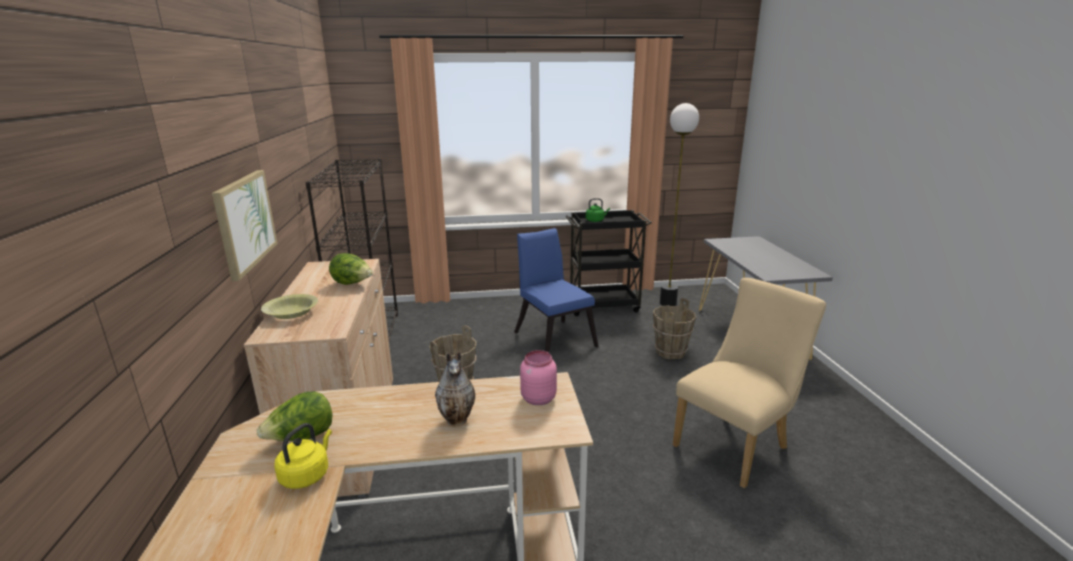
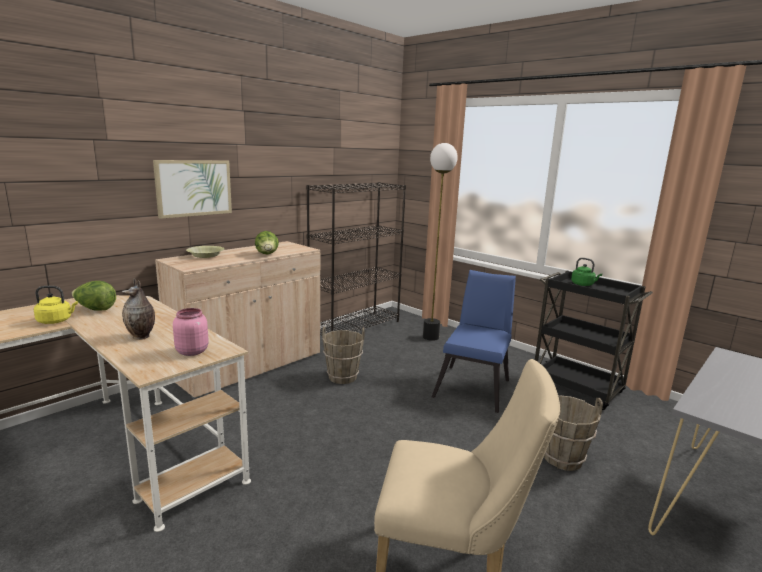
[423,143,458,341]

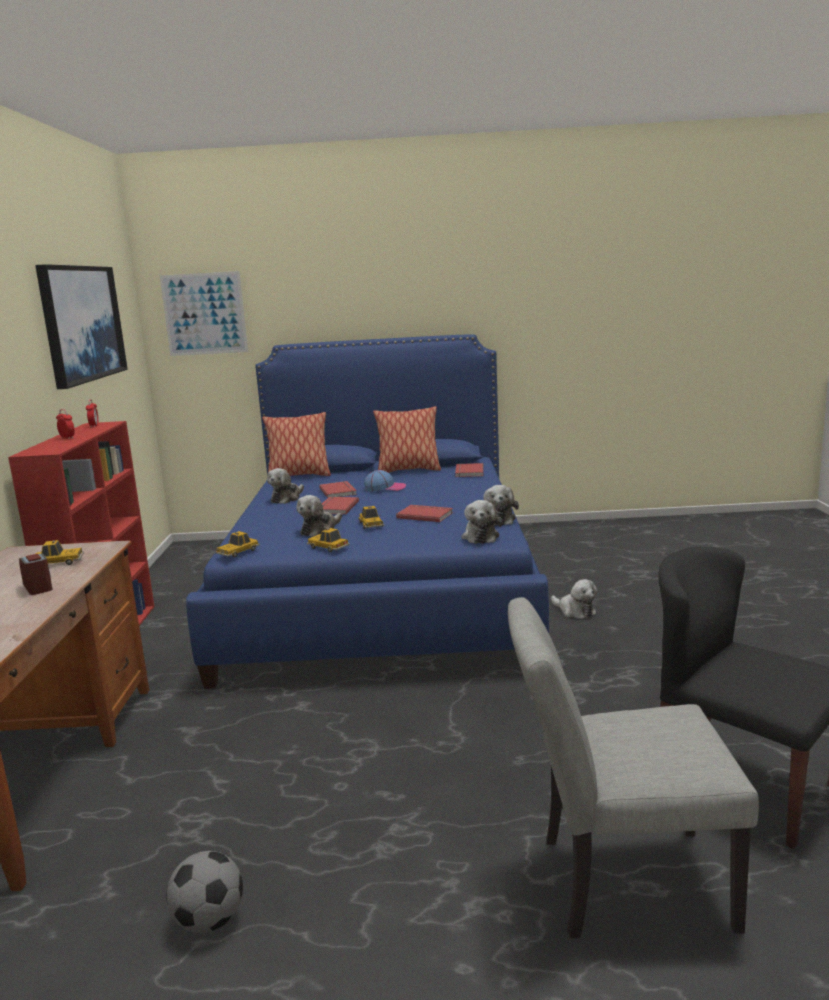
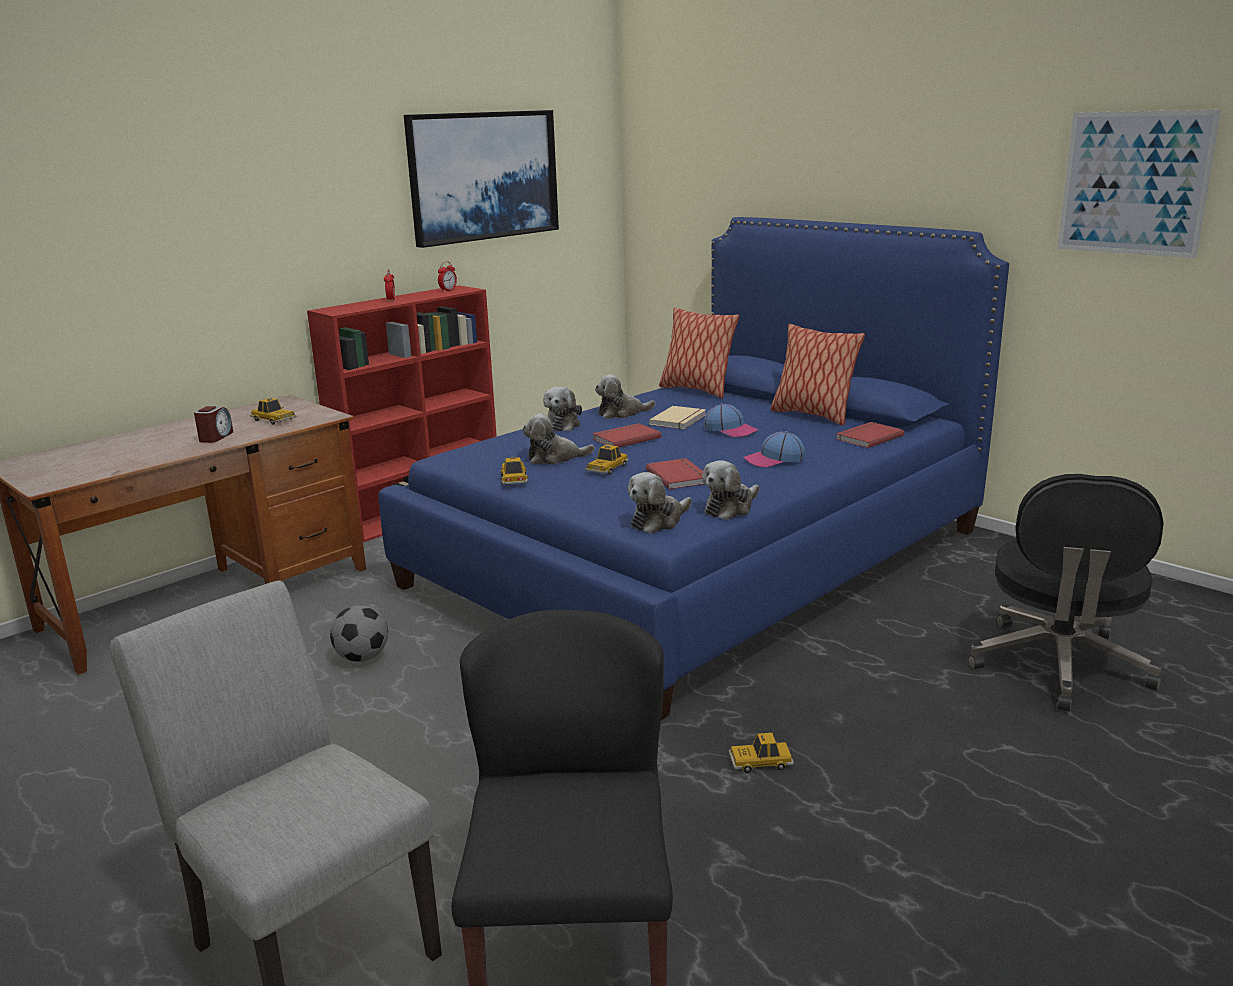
[1057,110,1221,258]
[330,605,388,662]
[729,733,794,773]
[649,406,706,429]
[543,386,582,431]
[743,431,806,468]
[968,474,1164,712]

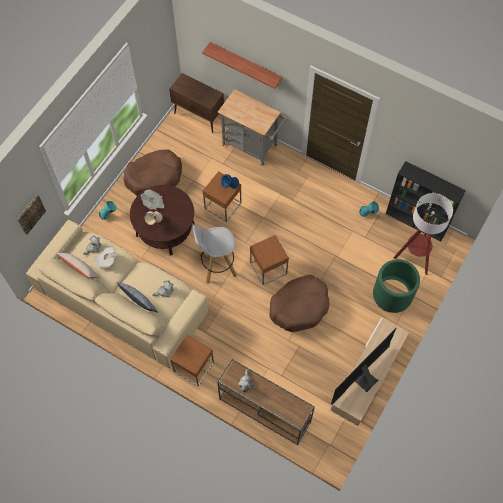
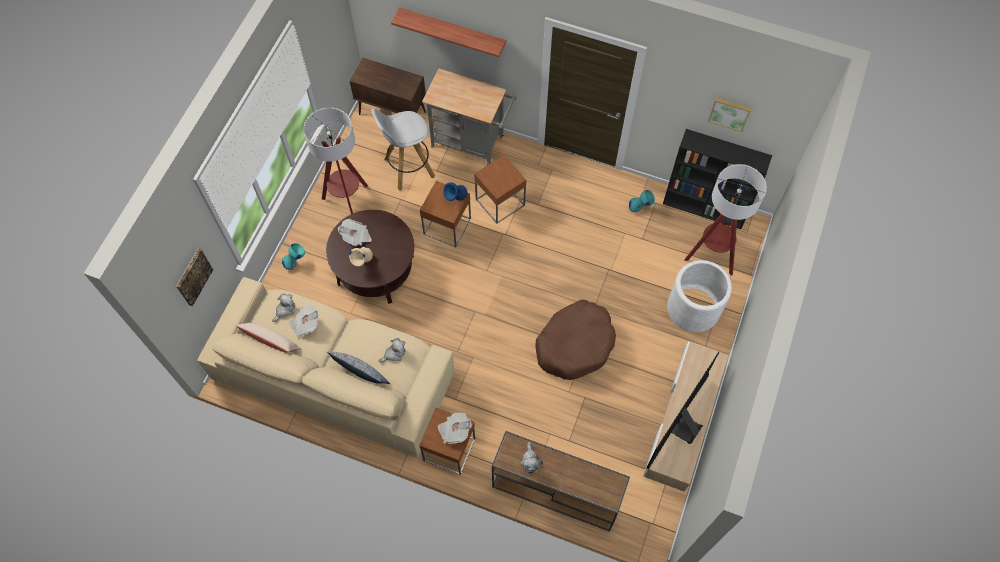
[303,107,368,214]
[371,109,435,191]
[474,155,526,224]
[667,260,732,332]
[437,413,472,444]
[708,97,751,132]

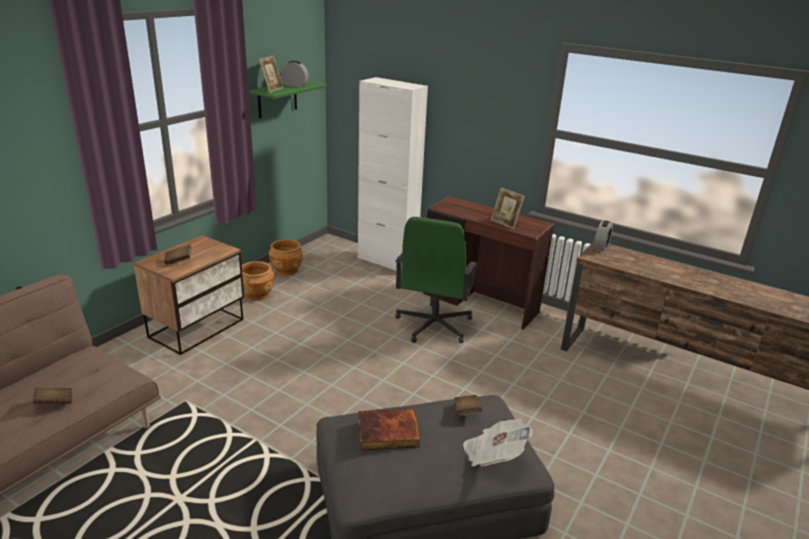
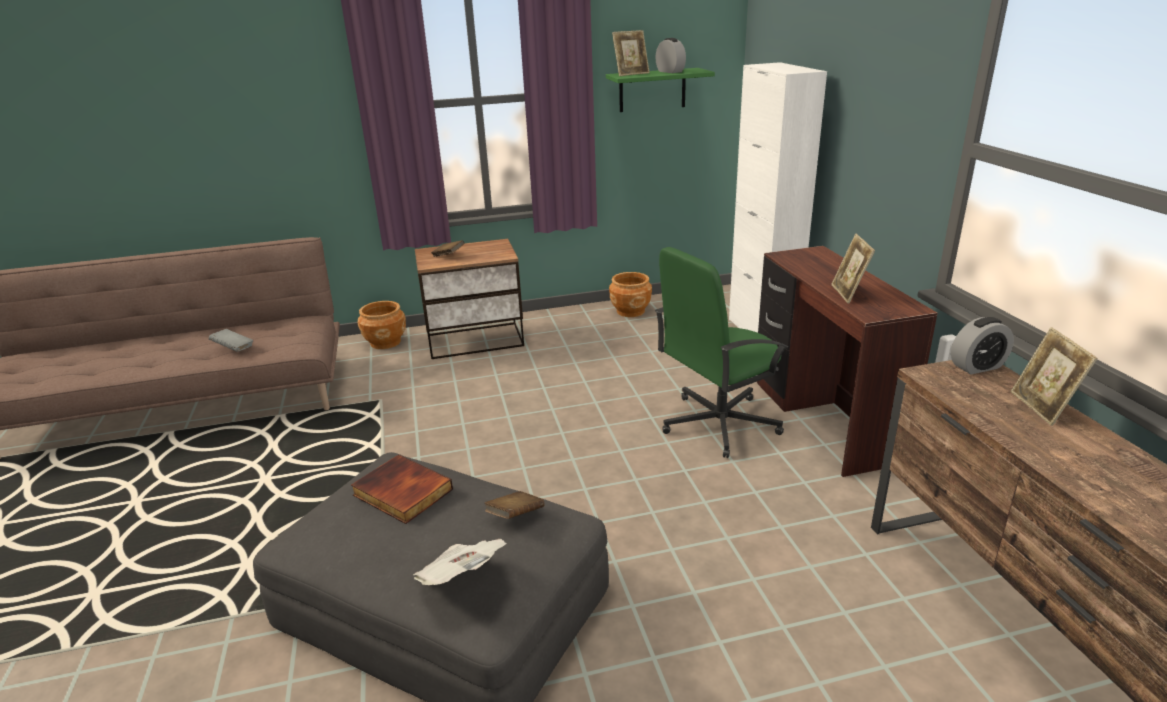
[209,329,253,352]
[358,301,406,349]
[1011,327,1098,426]

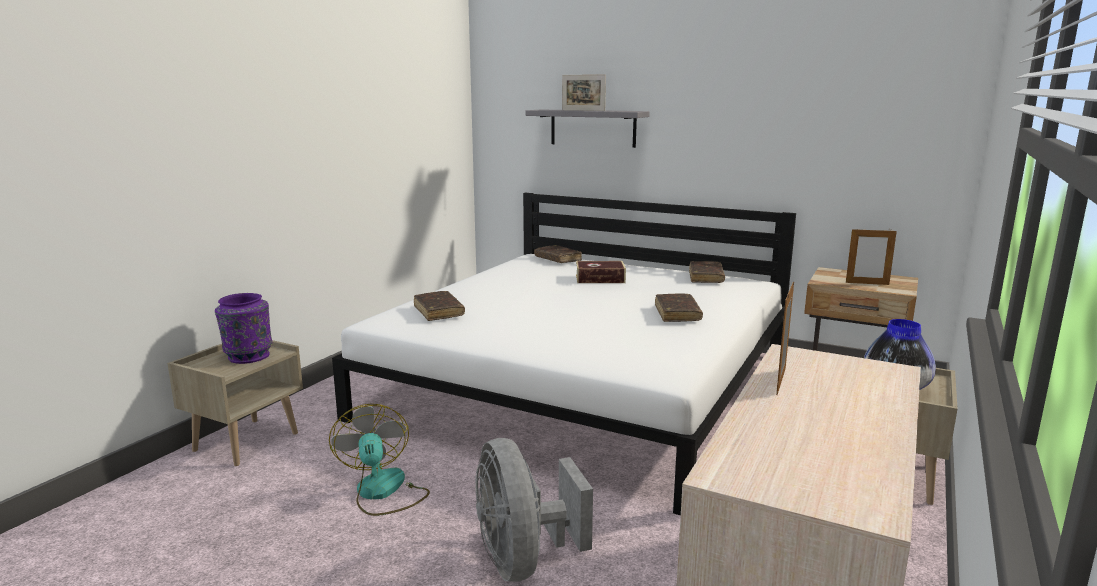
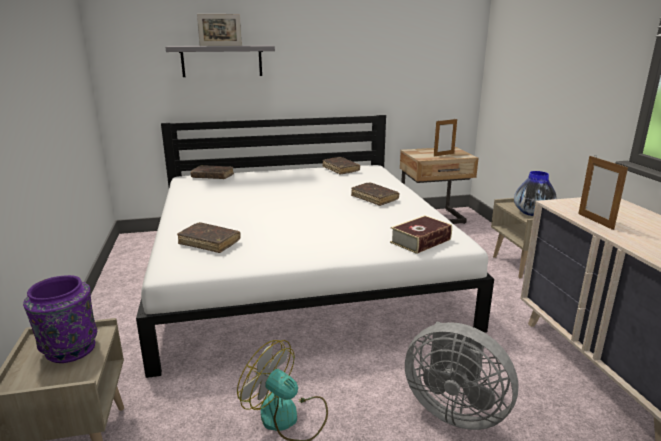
[390,215,452,254]

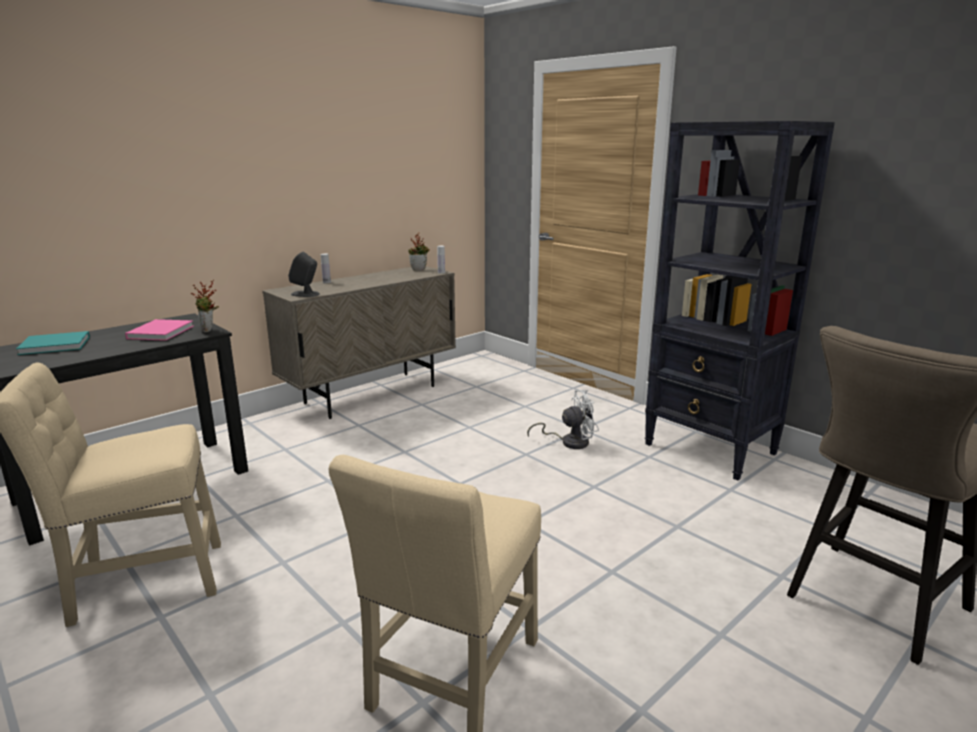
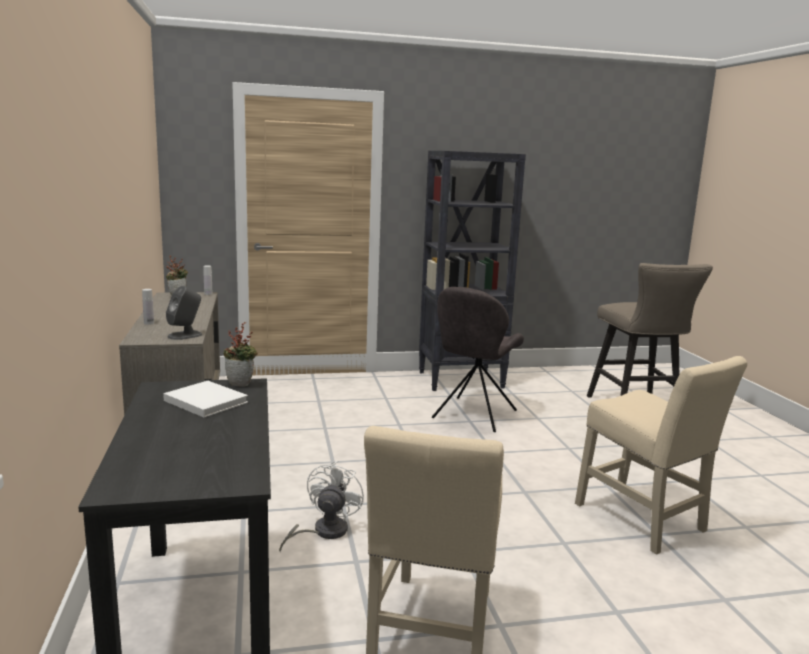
[16,331,90,355] (first image)
[163,381,248,417]
[279,461,364,552]
[432,287,524,432]

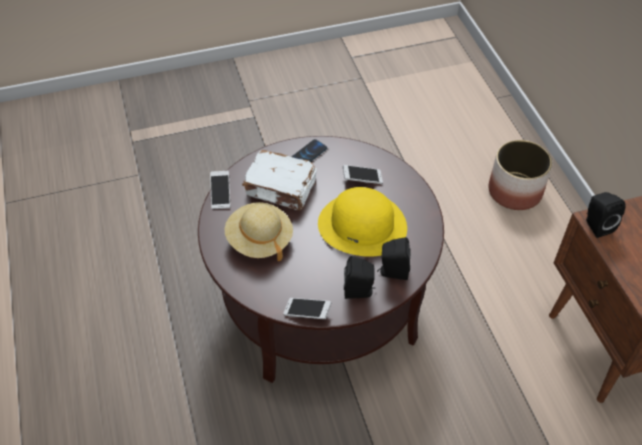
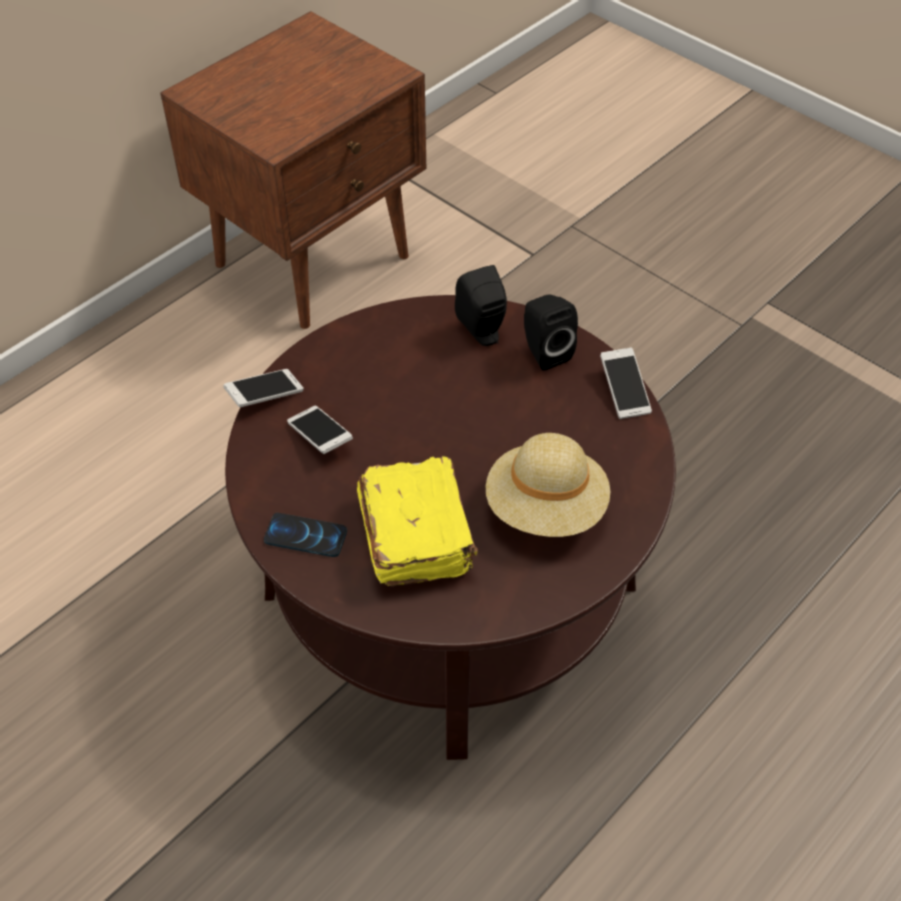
[223,369,304,407]
[357,456,478,586]
[318,187,407,257] (first image)
[489,140,552,210] (first image)
[586,192,626,238] (first image)

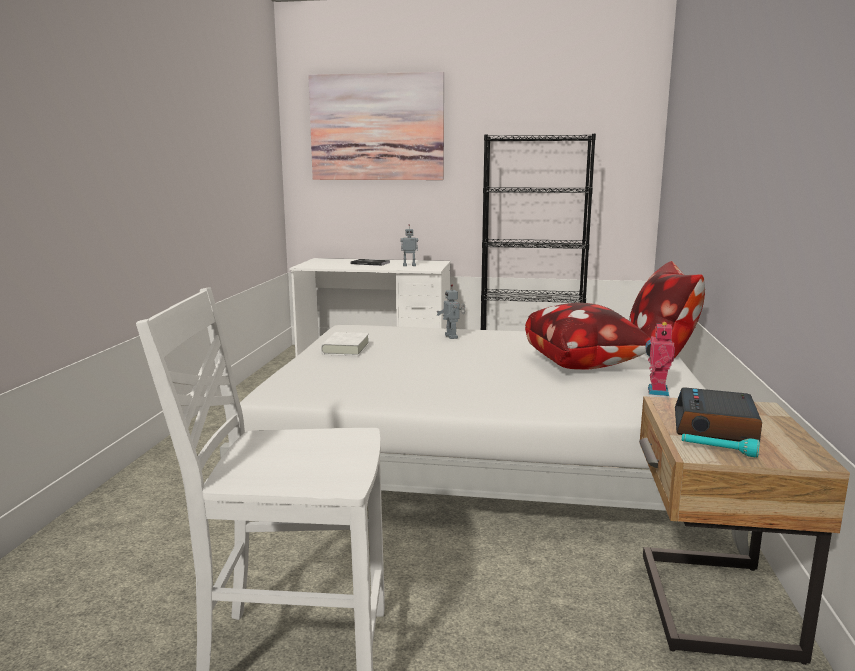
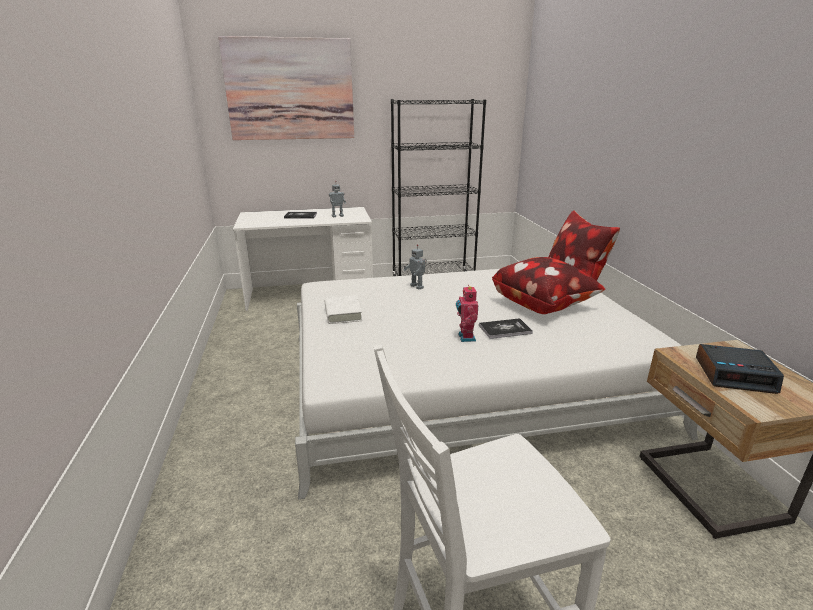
[456,285,478,342]
[696,344,784,394]
[682,434,760,458] (first image)
[479,318,533,339]

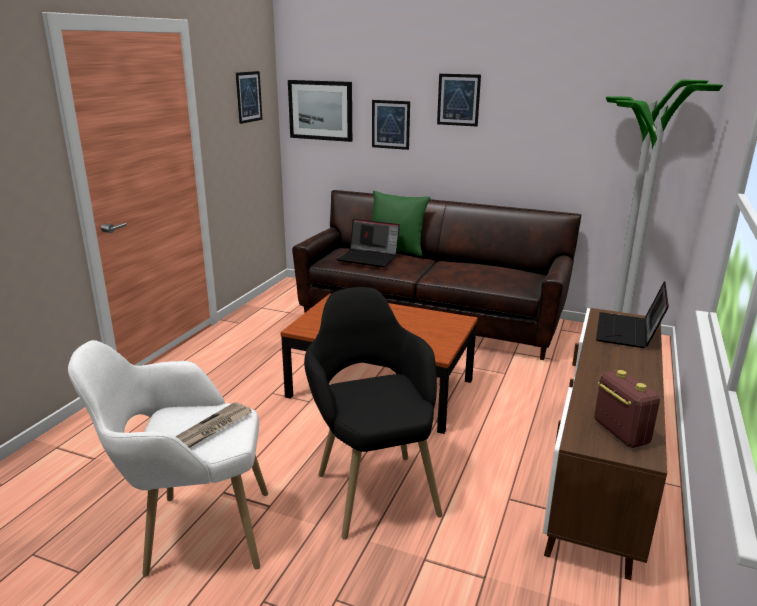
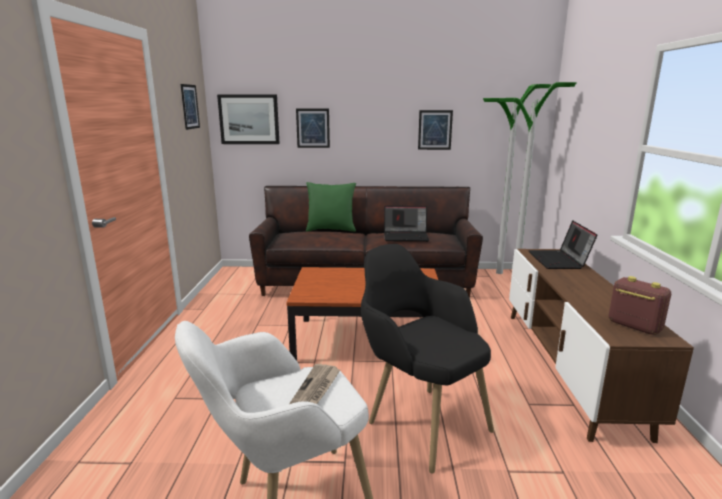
[384,206,429,242]
[418,110,453,150]

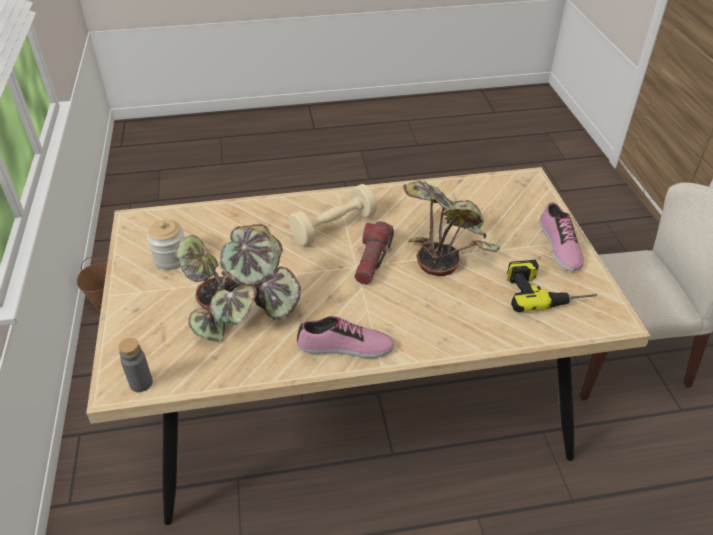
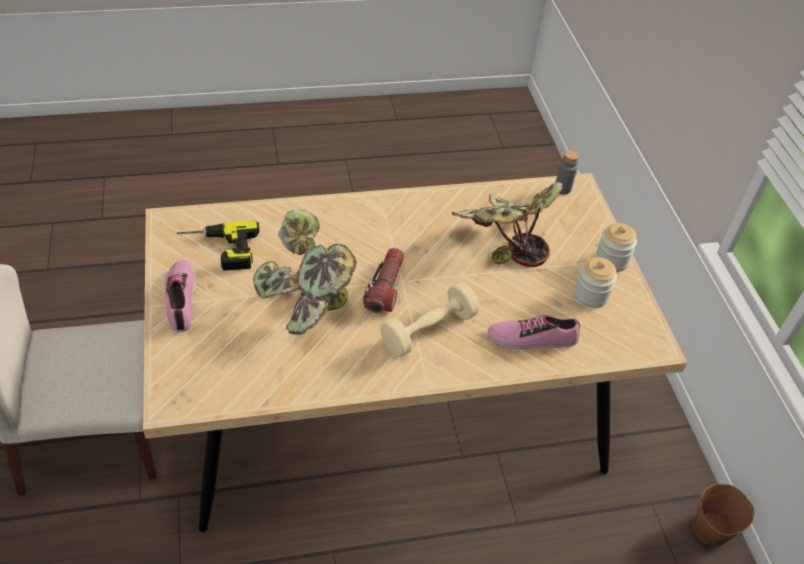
[488,315,580,349]
[595,223,637,272]

